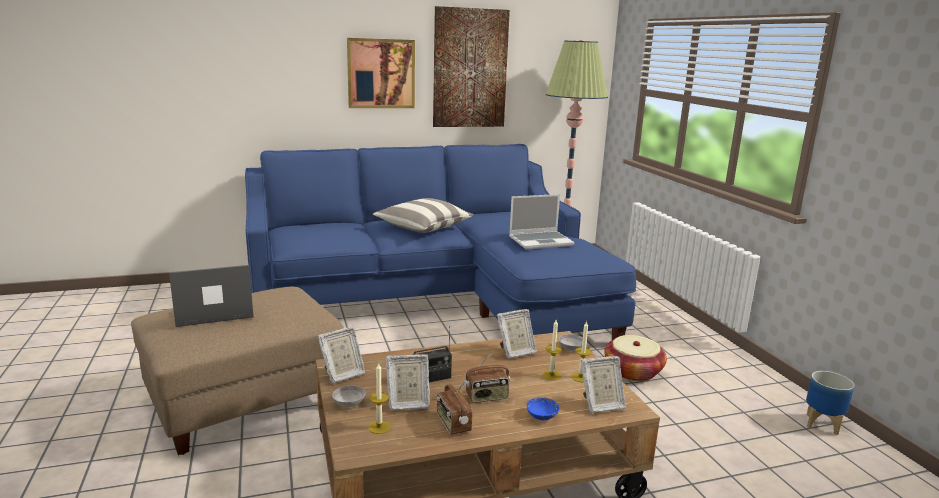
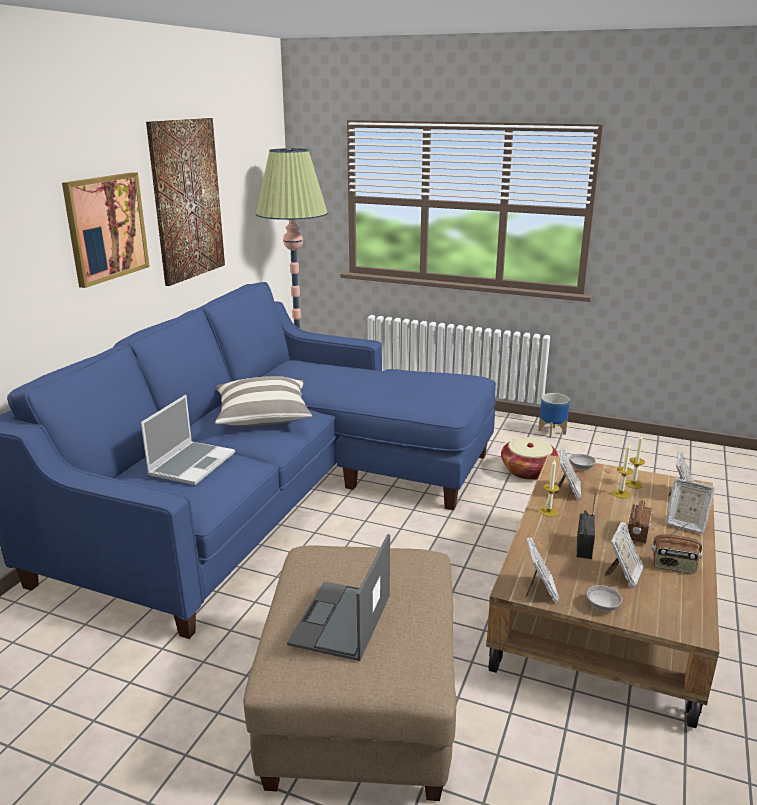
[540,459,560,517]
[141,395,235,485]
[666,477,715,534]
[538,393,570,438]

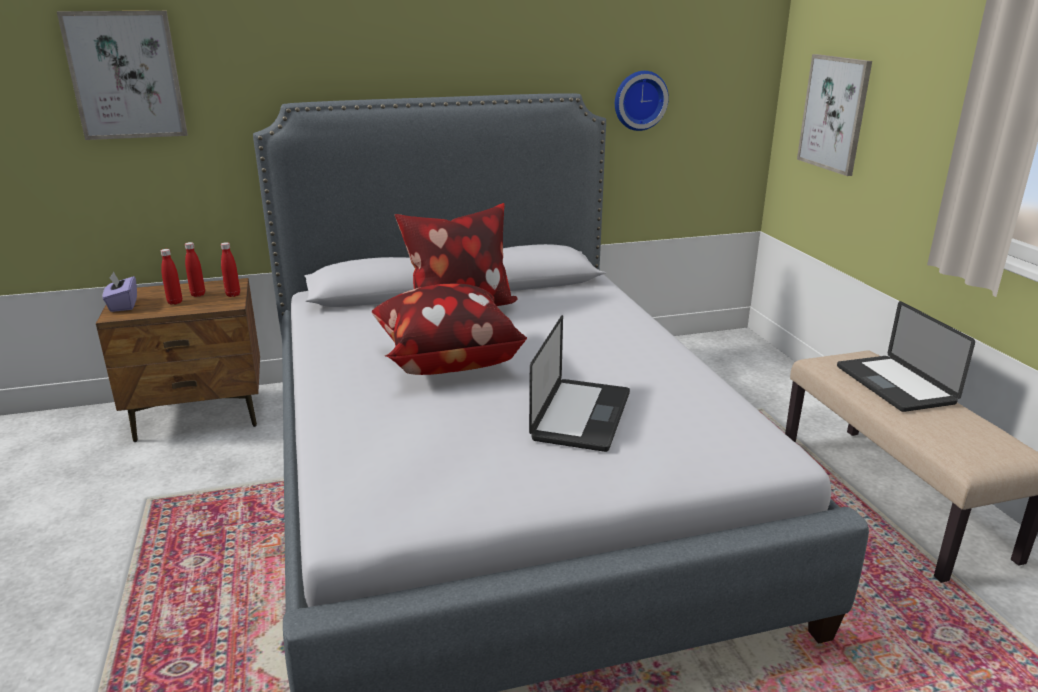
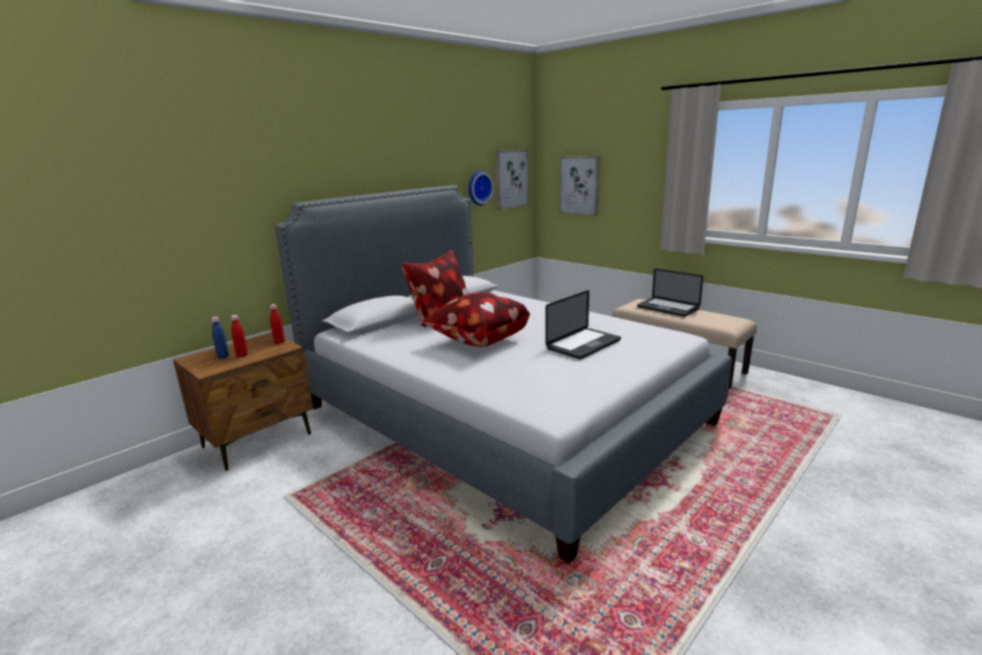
[495,149,529,210]
[102,271,137,312] (first image)
[185,242,205,297] (first image)
[545,290,621,359]
[211,317,229,359]

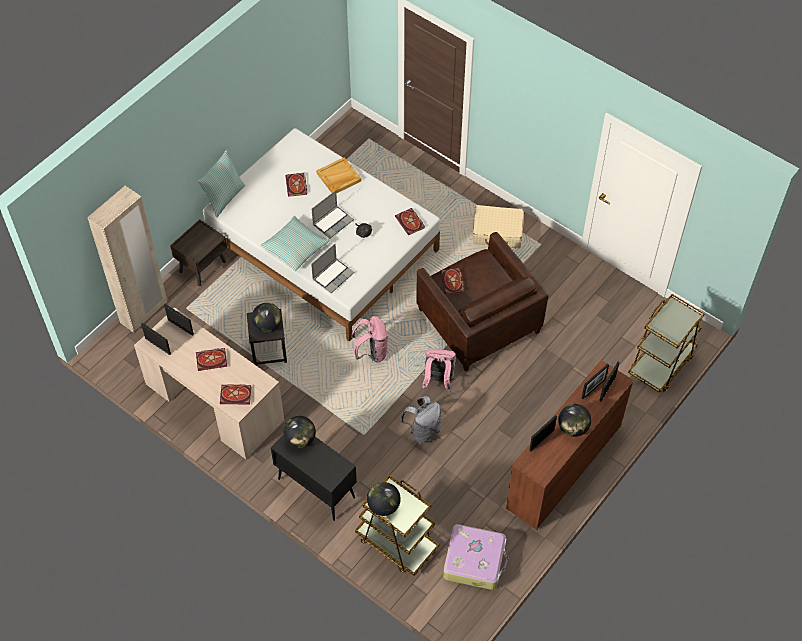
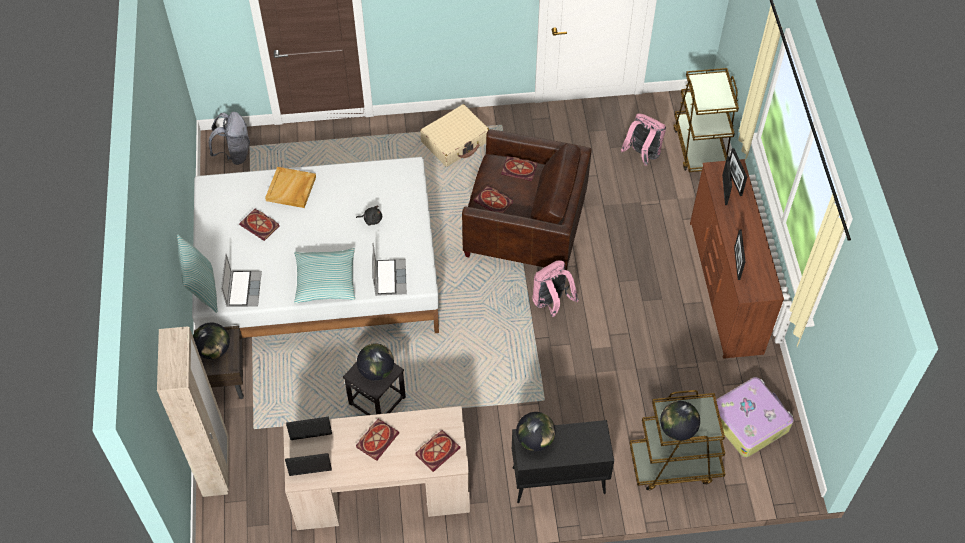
[221,254,262,307]
[621,114,666,166]
[501,156,537,181]
[209,112,250,165]
[193,323,230,359]

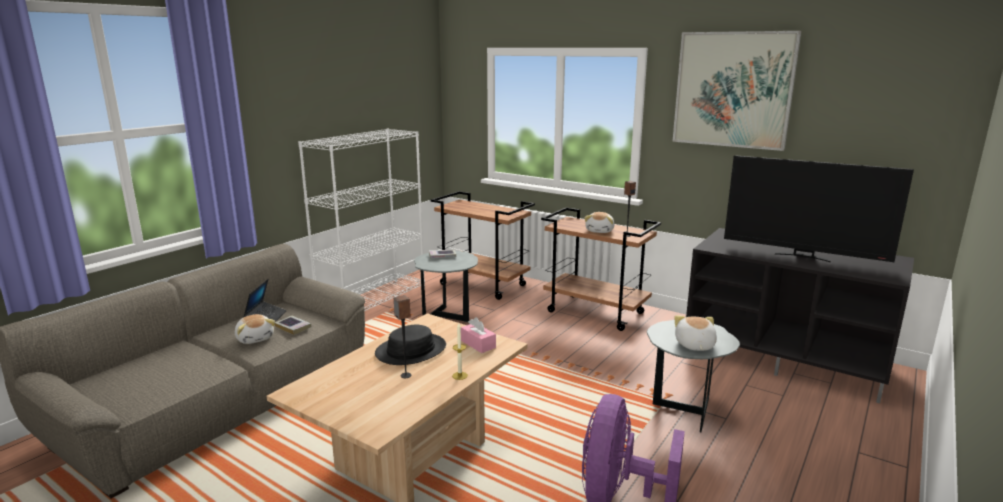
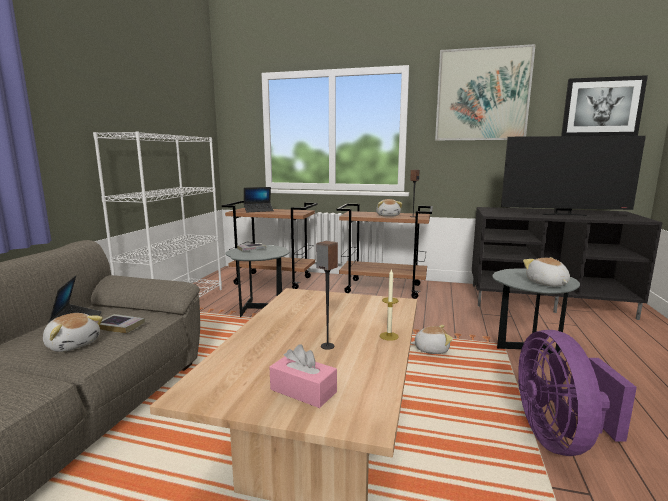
[375,324,446,365] (first image)
[269,344,337,408]
[244,187,274,212]
[411,325,453,354]
[561,75,648,136]

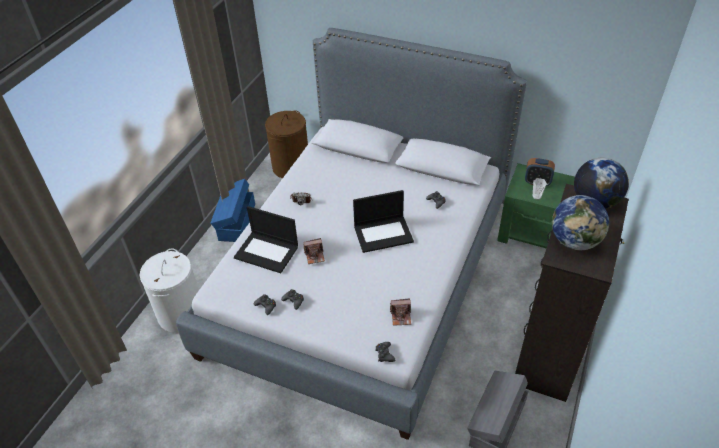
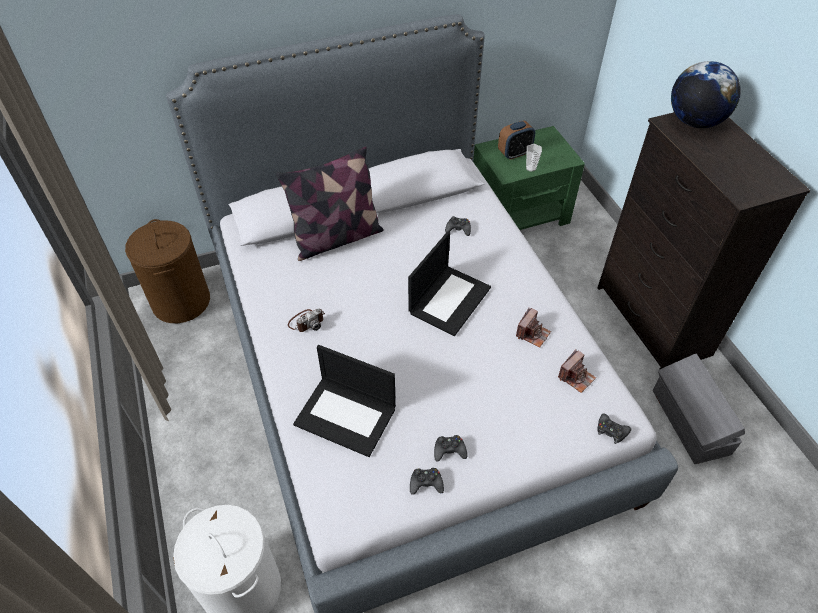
[211,179,255,242] (first image)
[293,345,396,457]
[516,308,551,348]
[552,195,609,250] (first image)
[276,146,383,261]

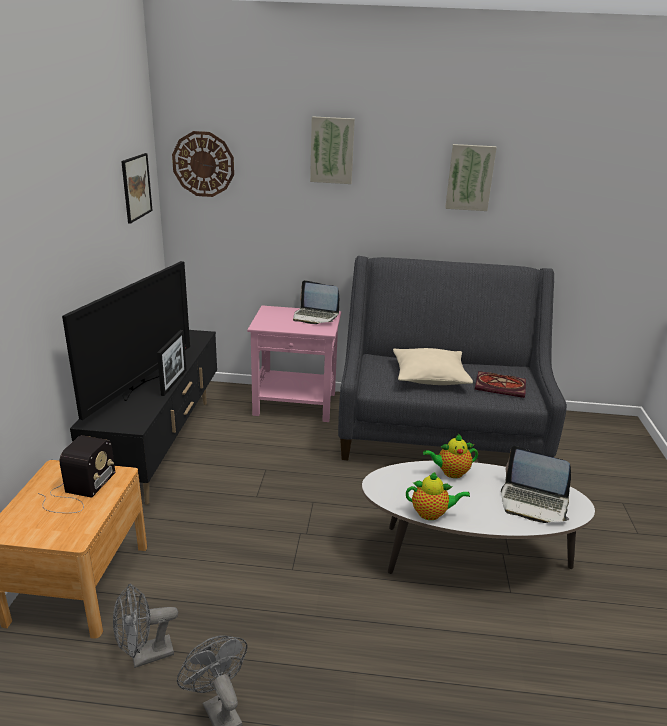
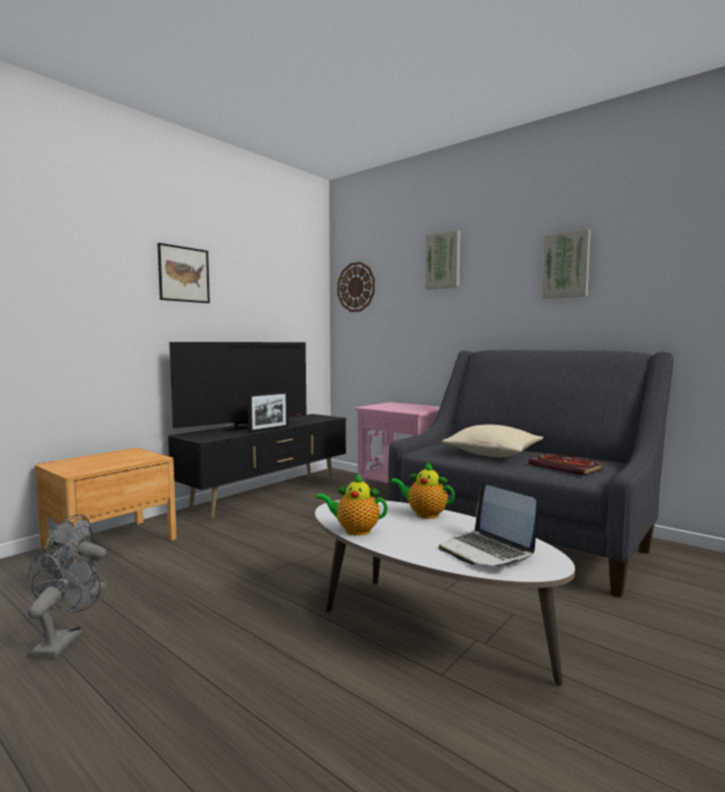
[38,435,115,513] (first image)
[157,243,210,303]
[293,280,339,324] (first image)
[316,473,388,536]

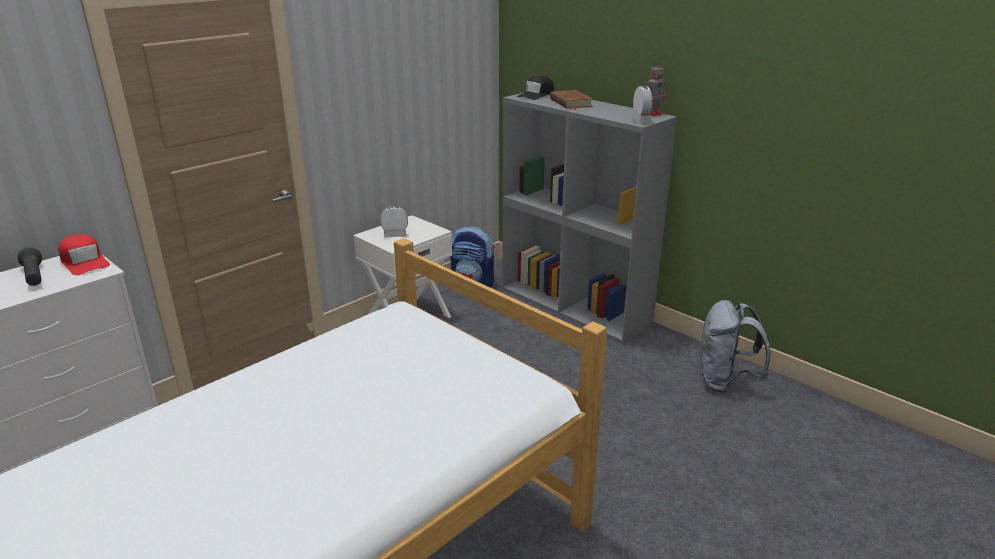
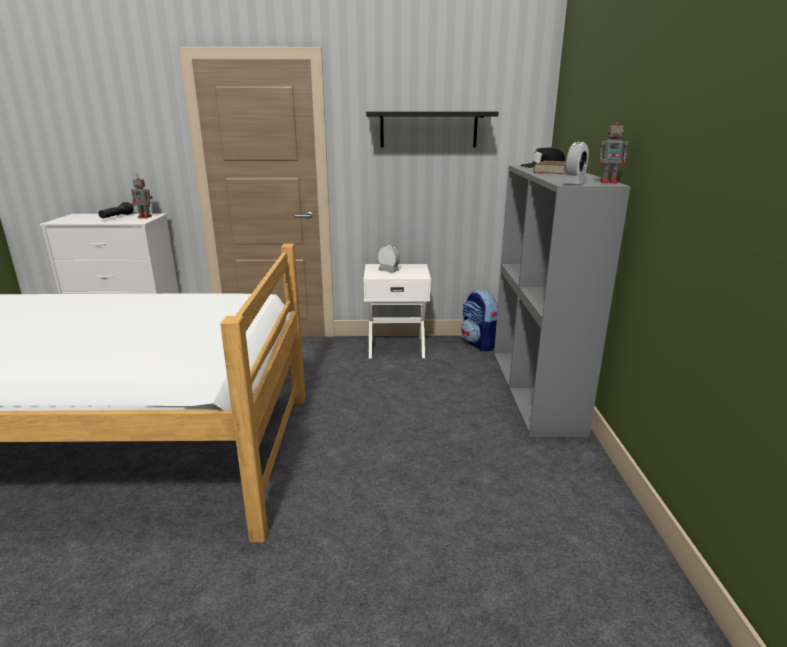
[131,175,153,218]
[699,300,771,393] (first image)
[366,112,499,148]

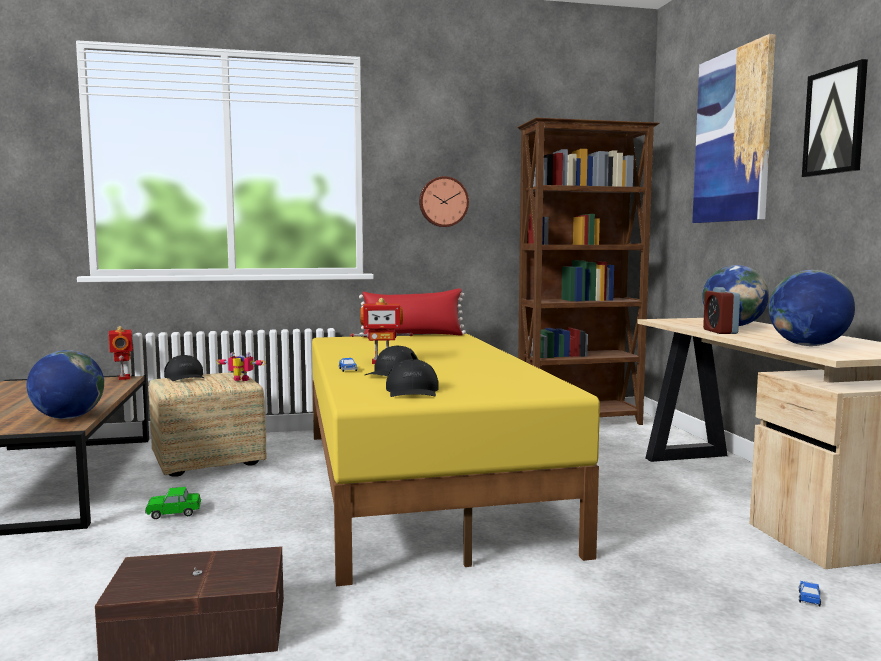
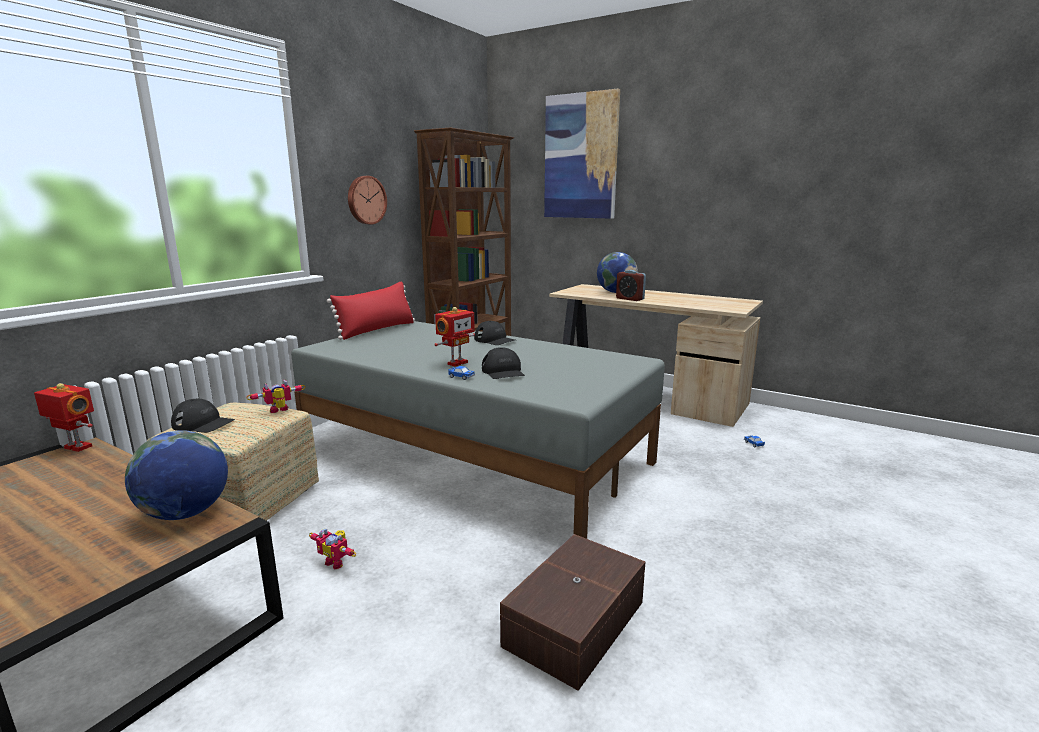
[309,528,356,569]
[291,321,665,539]
[474,321,515,345]
[769,270,855,346] (first image)
[802,59,868,177] (first image)

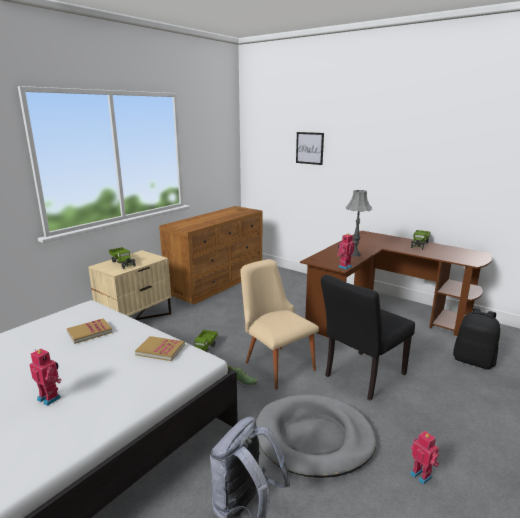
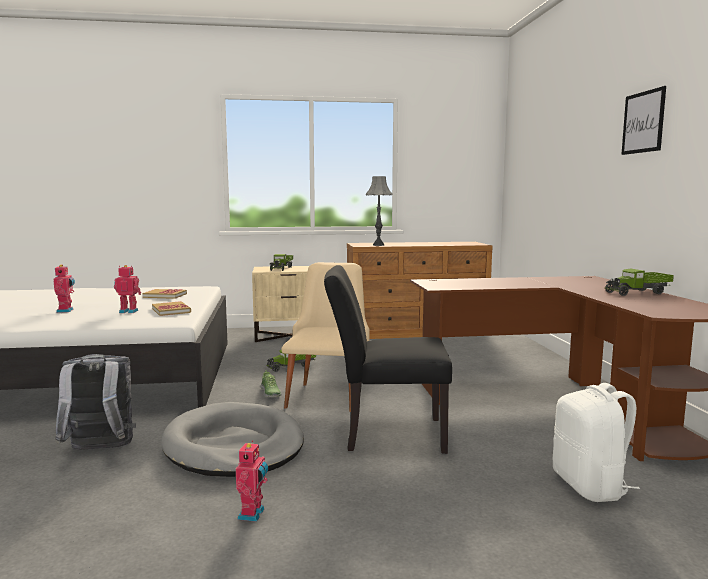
[621,86,666,155]
[114,265,141,313]
[366,176,392,246]
[553,383,640,502]

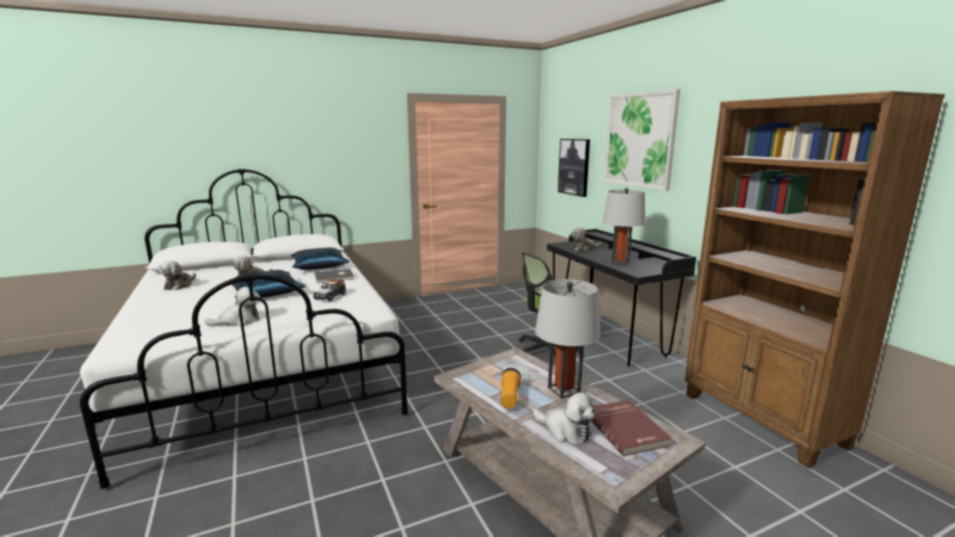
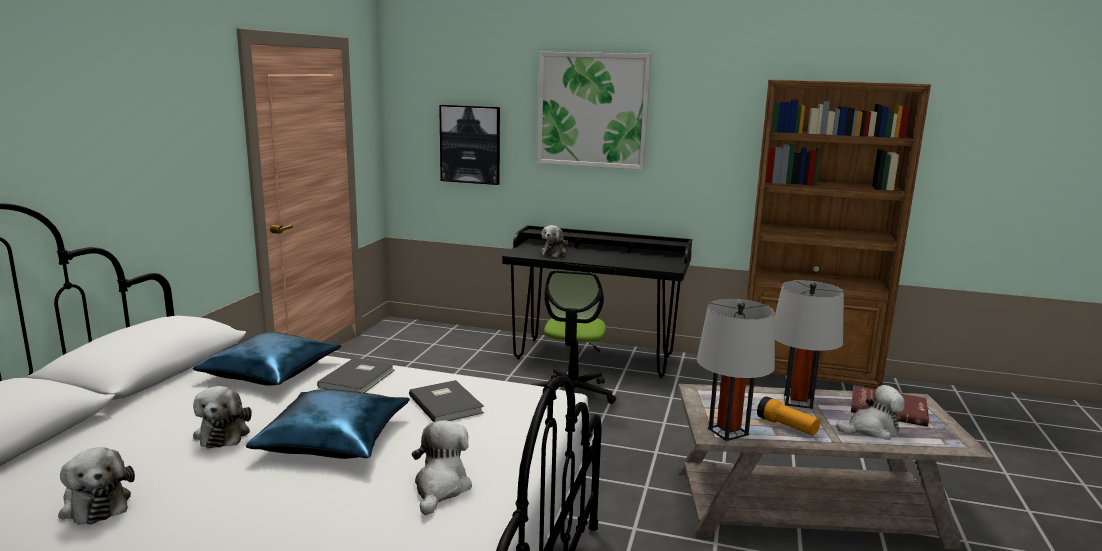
[409,380,484,422]
[697,299,775,441]

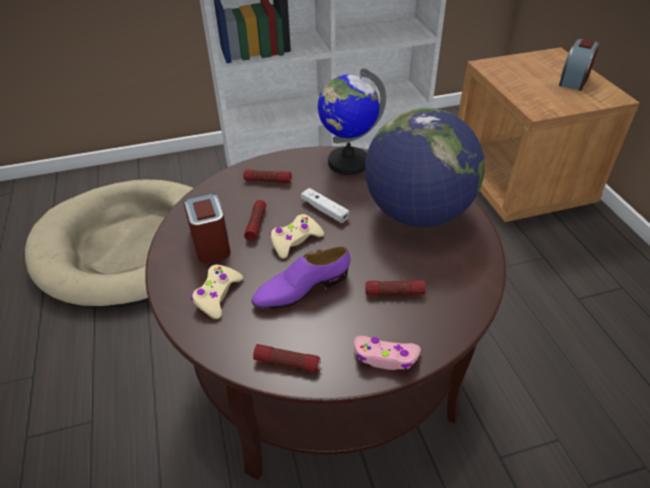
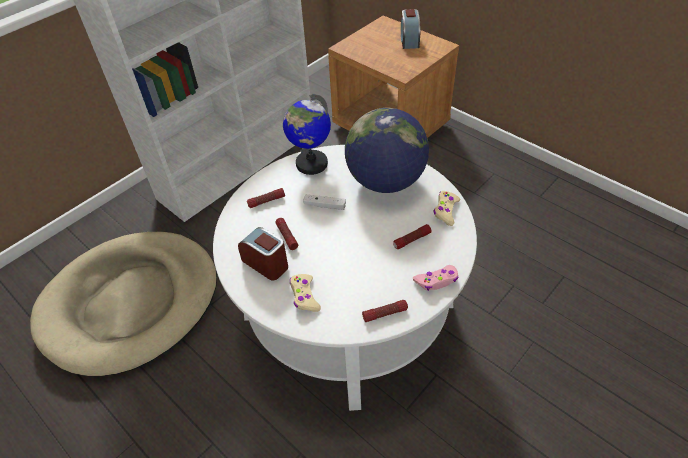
[213,145,477,411]
[251,246,350,309] (first image)
[433,191,460,226]

